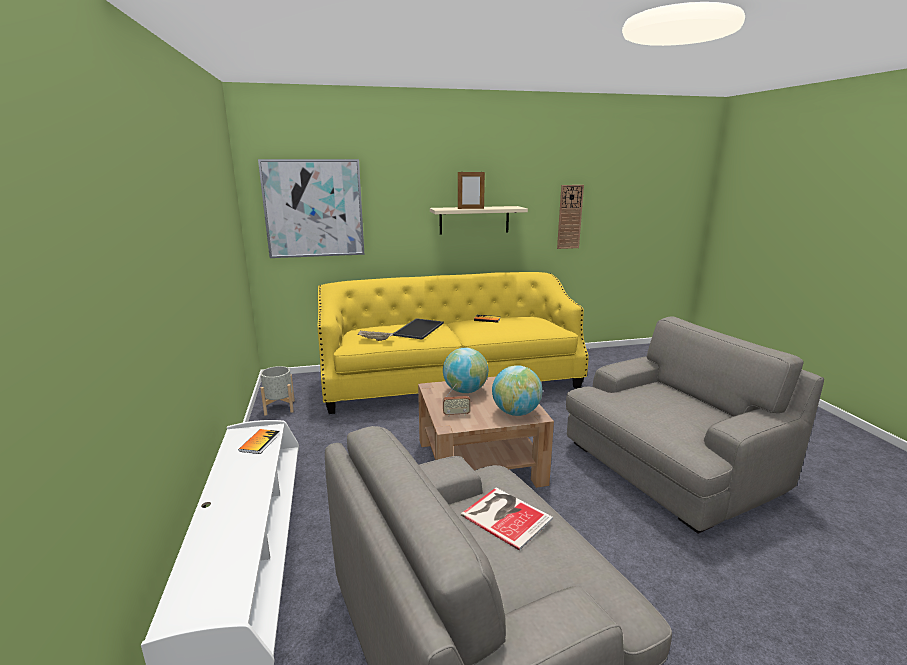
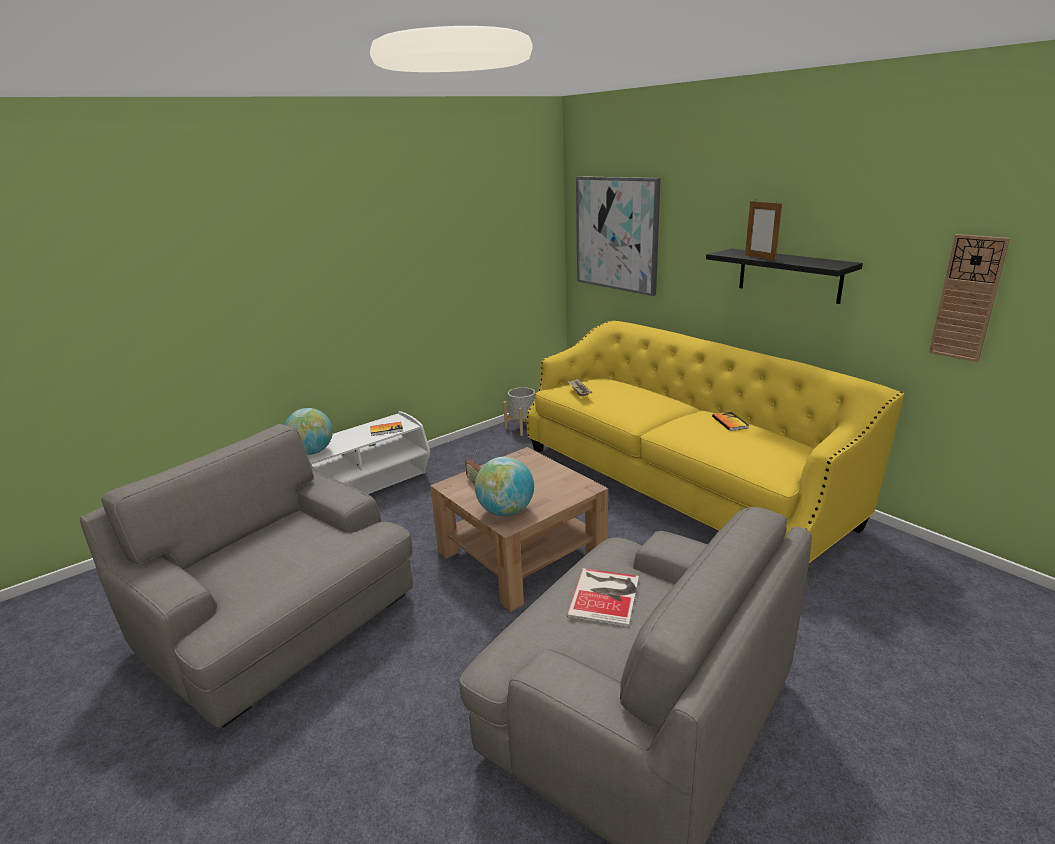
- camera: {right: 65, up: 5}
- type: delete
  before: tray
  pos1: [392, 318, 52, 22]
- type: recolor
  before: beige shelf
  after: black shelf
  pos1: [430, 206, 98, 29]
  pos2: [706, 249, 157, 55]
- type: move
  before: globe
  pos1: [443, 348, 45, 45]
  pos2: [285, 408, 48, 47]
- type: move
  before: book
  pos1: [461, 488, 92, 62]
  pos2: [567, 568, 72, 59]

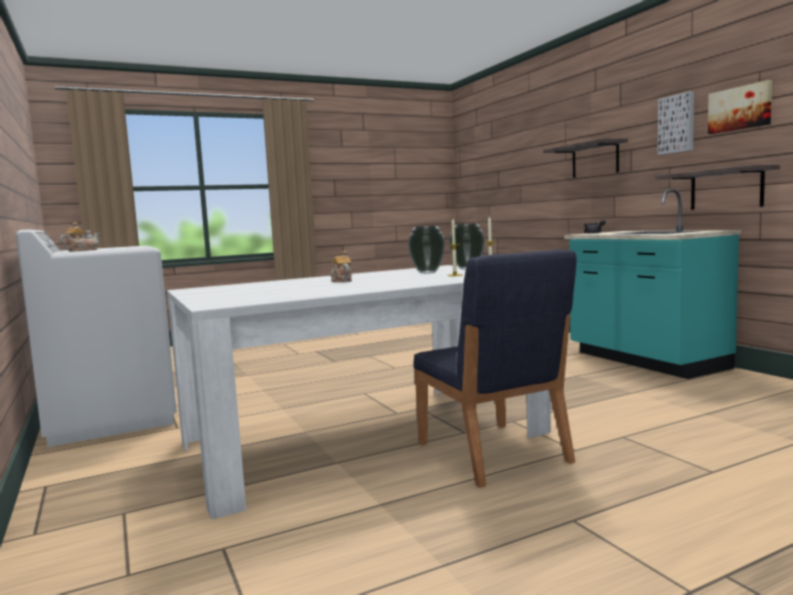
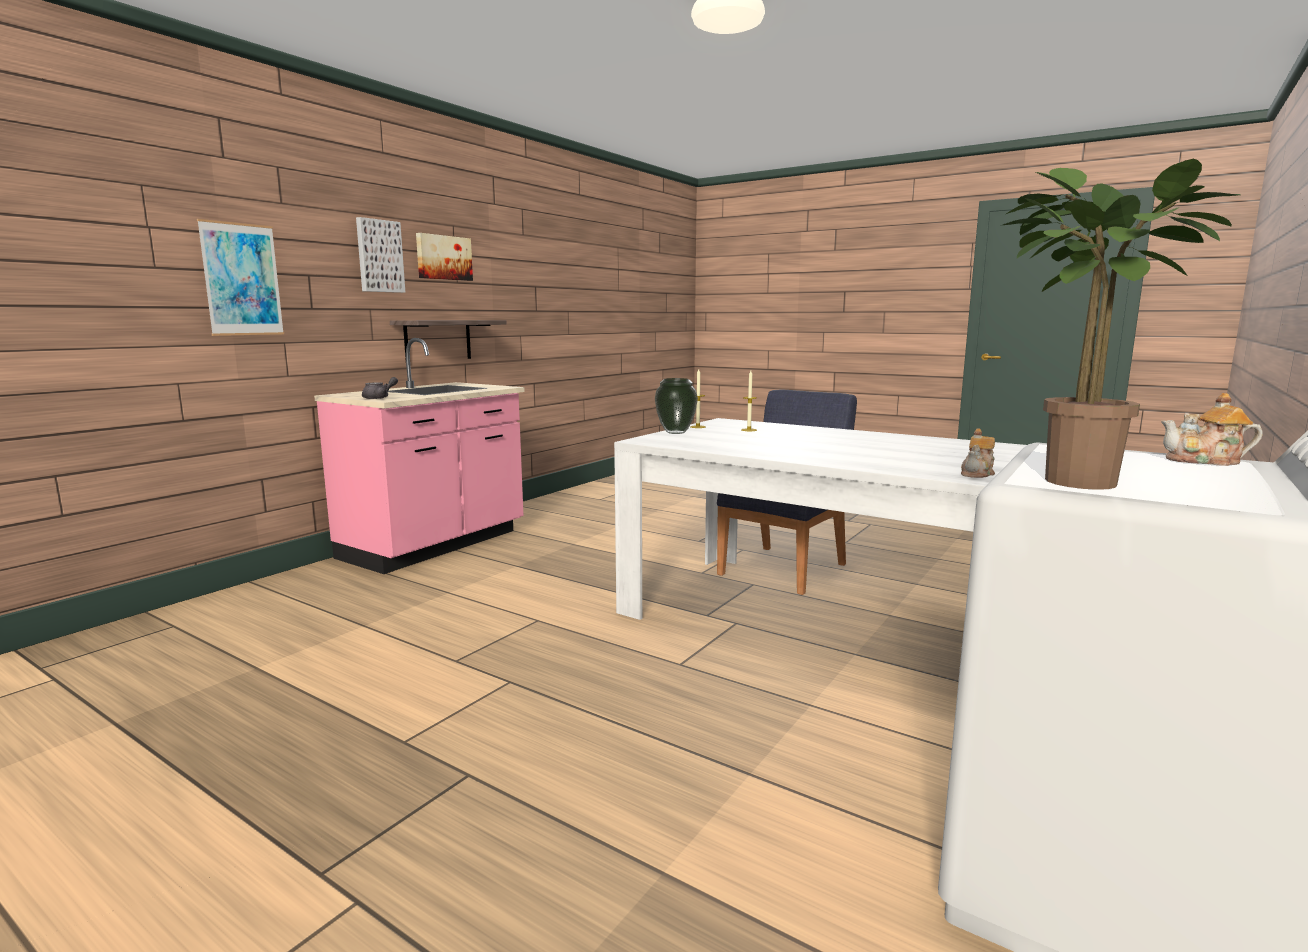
- camera: {right: -120, up: 5}
- type: move
  before: teapot
  pos1: [330, 250, 22, 32]
  pos2: [961, 429, 34, 49]
- type: delete
  before: vase
  pos1: [408, 226, 37, 48]
- type: replace
  before: shelf
  after: picture
  pos1: [543, 138, 85, 40]
  pos2: [197, 219, 87, 117]
- type: recolor
  before: turquoise counter
  after: pink counter
  pos1: [564, 189, 177, 190]
  pos2: [314, 338, 211, 236]
- type: insert
  after: potted plant
  pos2: [1003, 159, 238, 331]

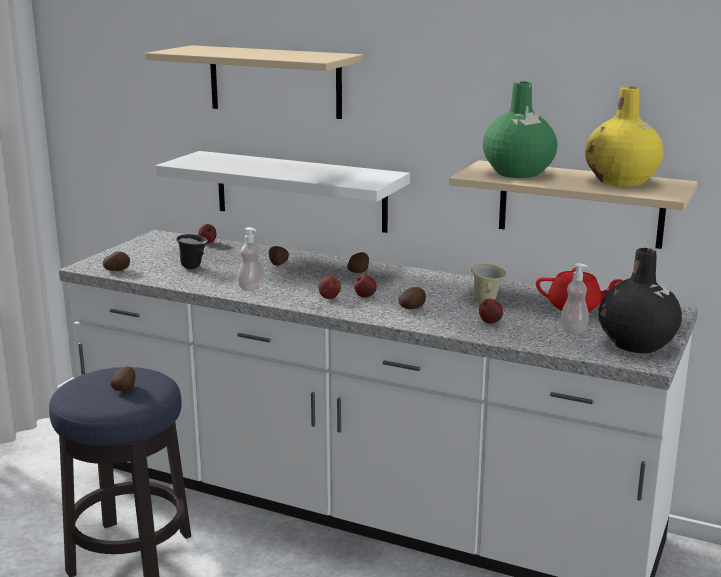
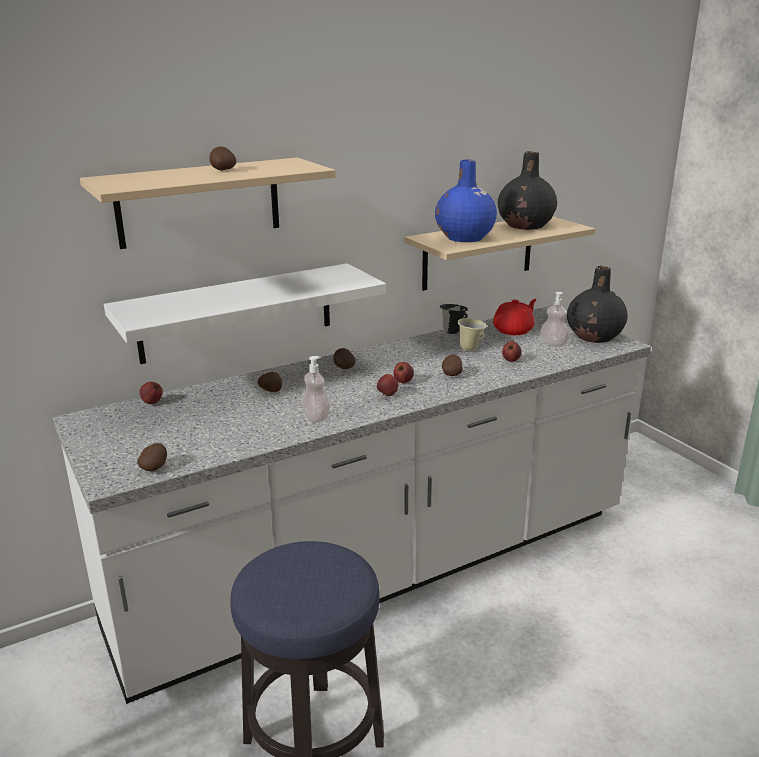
- camera: {right: -55, up: 5}
- type: move
  before: potato
  pos1: [110, 366, 26, 25]
  pos2: [209, 146, 27, 25]
- type: move
  before: black mug
  pos1: [176, 234, 32, 35]
  pos2: [440, 304, 28, 30]
- type: recolor
  before: green vase
  after: blue vase
  pos1: [483, 81, 74, 97]
  pos2: [435, 159, 62, 83]
- type: recolor
  before: yellow vase
  after: black vase
  pos1: [585, 87, 78, 100]
  pos2: [498, 151, 59, 79]

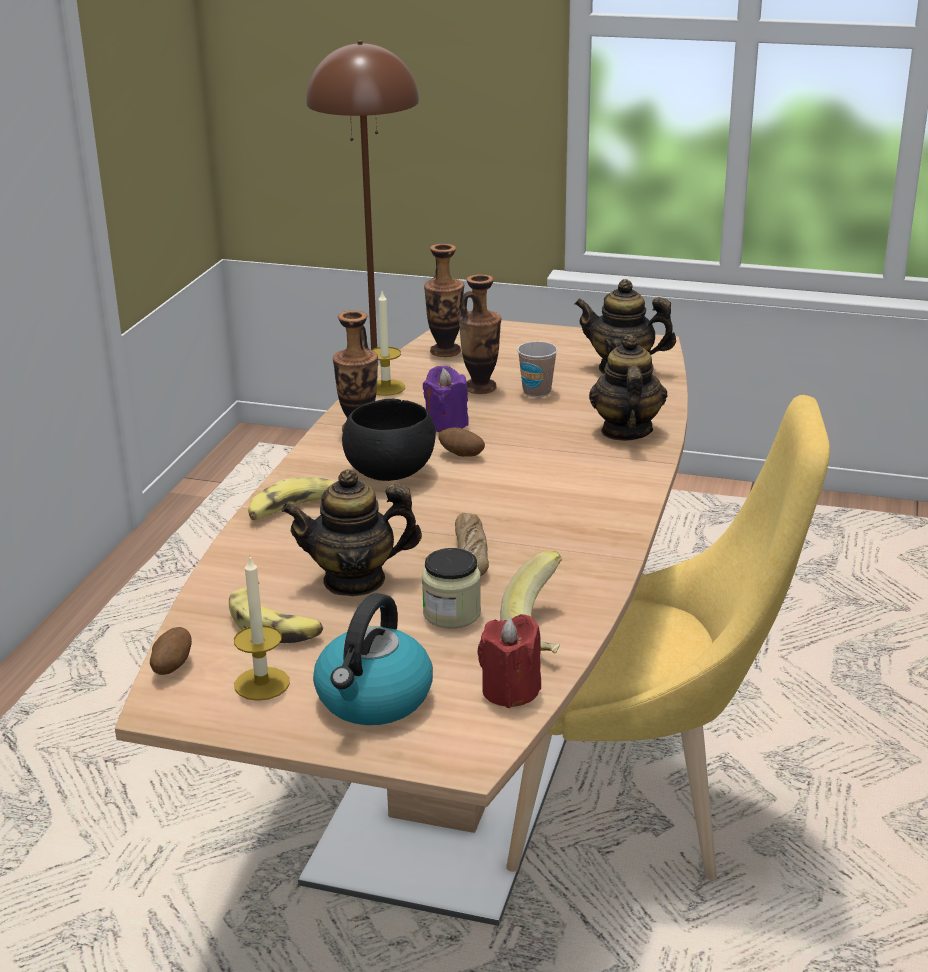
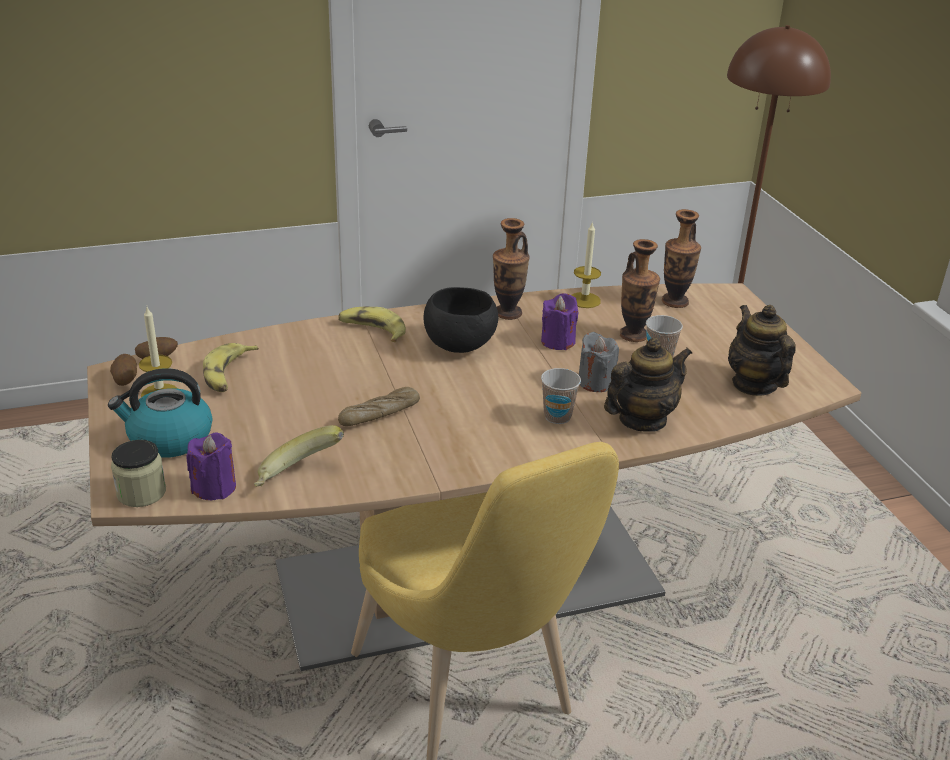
- camera: {right: 55, up: 5}
- type: delete
  before: teapot
  pos1: [281, 469, 141, 127]
- type: move
  before: jar
  pos1: [422, 548, 59, 81]
  pos2: [111, 440, 55, 67]
- type: move
  before: potato
  pos1: [438, 427, 47, 30]
  pos2: [110, 354, 27, 32]
- type: recolor
  before: red candle
  after: purple candle
  pos1: [477, 614, 64, 94]
  pos2: [186, 432, 50, 68]
- type: insert
  after: cup
  pos2: [541, 368, 40, 56]
- type: insert
  after: grey candle
  pos2: [579, 332, 40, 60]

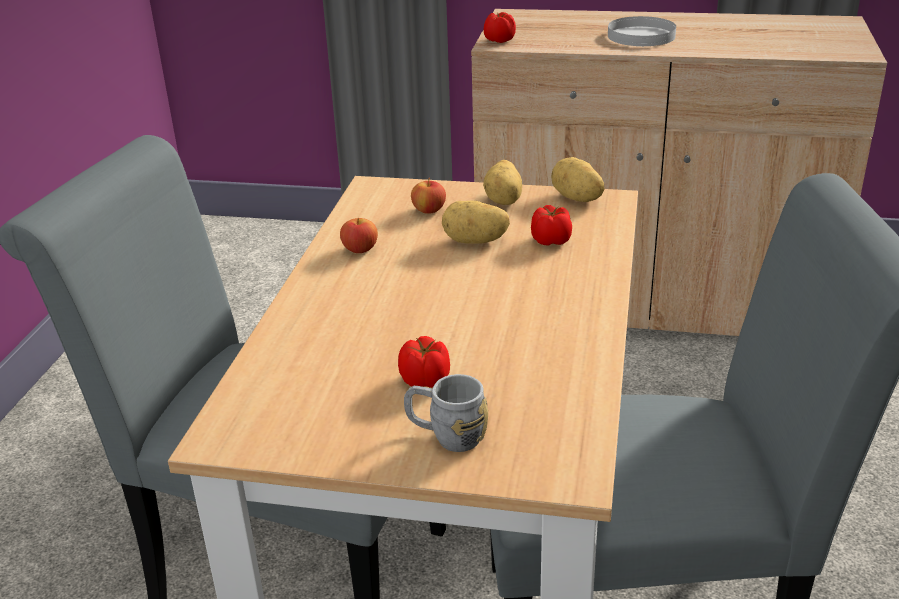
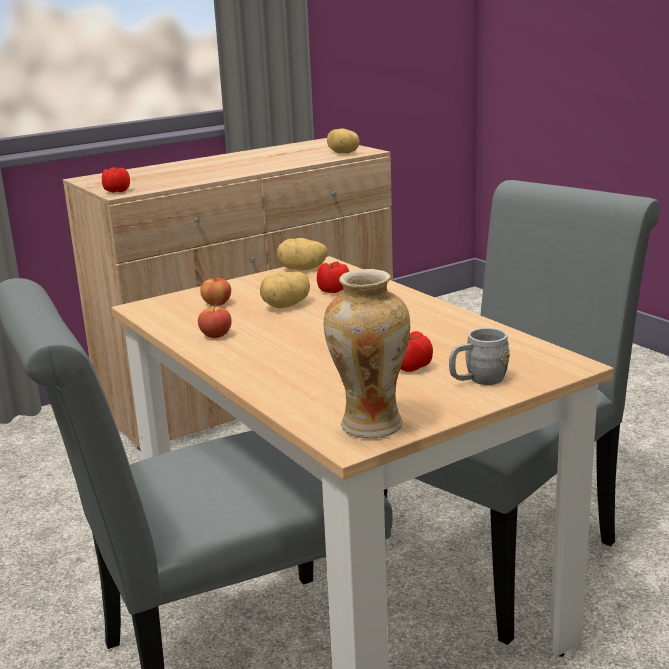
- camera: {right: -45, up: -10}
- type: move
  before: potato
  pos1: [483, 160, 39, 45]
  pos2: [327, 129, 33, 25]
- type: delete
  before: white plate
  pos1: [608, 16, 68, 30]
- type: insert
  after: vase
  pos2: [323, 269, 87, 169]

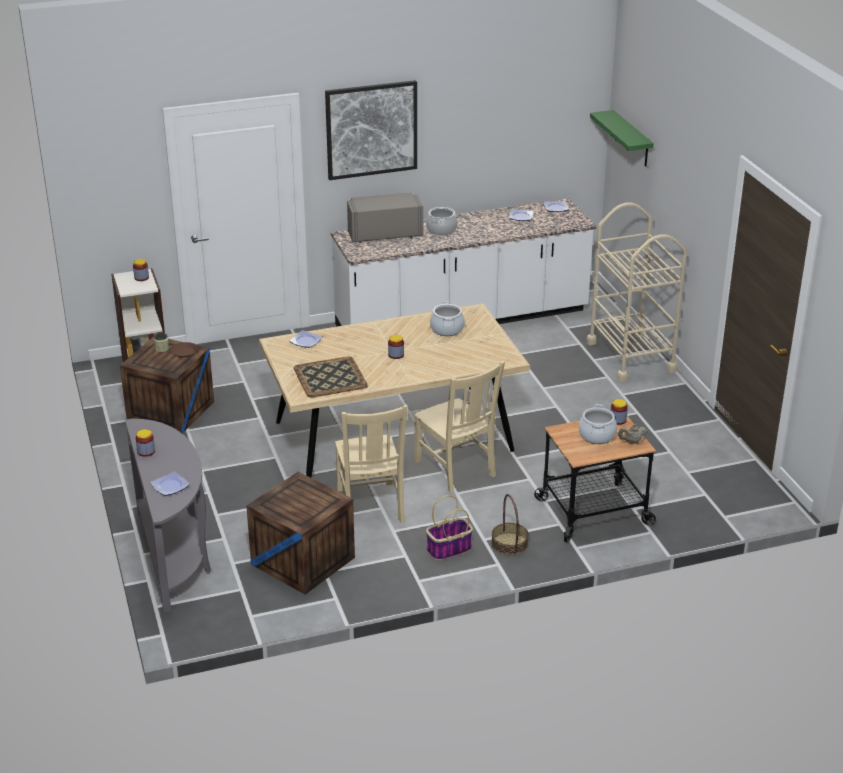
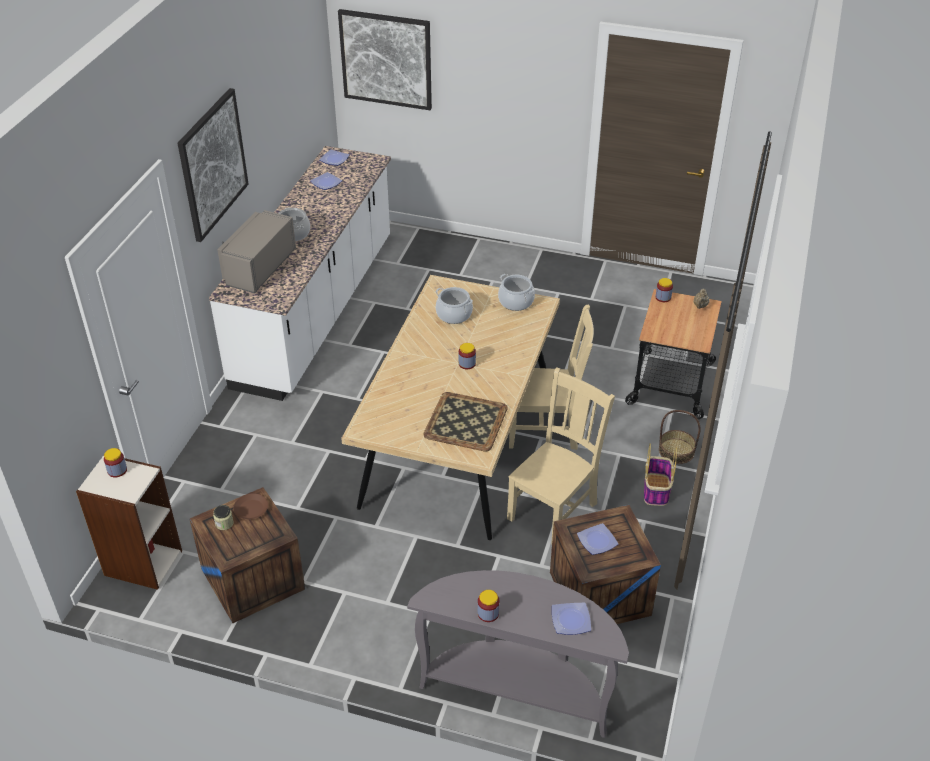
- camera: {right: -55, up: 10}
- type: move
  before: plate
  pos1: [289, 330, 34, 18]
  pos2: [577, 523, 41, 32]
- type: rotate
  before: beige chair
  pos1: [335, 405, 73, 118]
  pos2: [507, 367, 108, 178]
  turn: -75
- type: move
  before: cooking pot
  pos1: [579, 404, 38, 40]
  pos2: [498, 274, 37, 37]
- type: delete
  before: beige cart
  pos1: [587, 203, 100, 179]
- type: replace
  before: green shelf
  after: picture
  pos1: [590, 110, 64, 56]
  pos2: [338, 9, 94, 101]

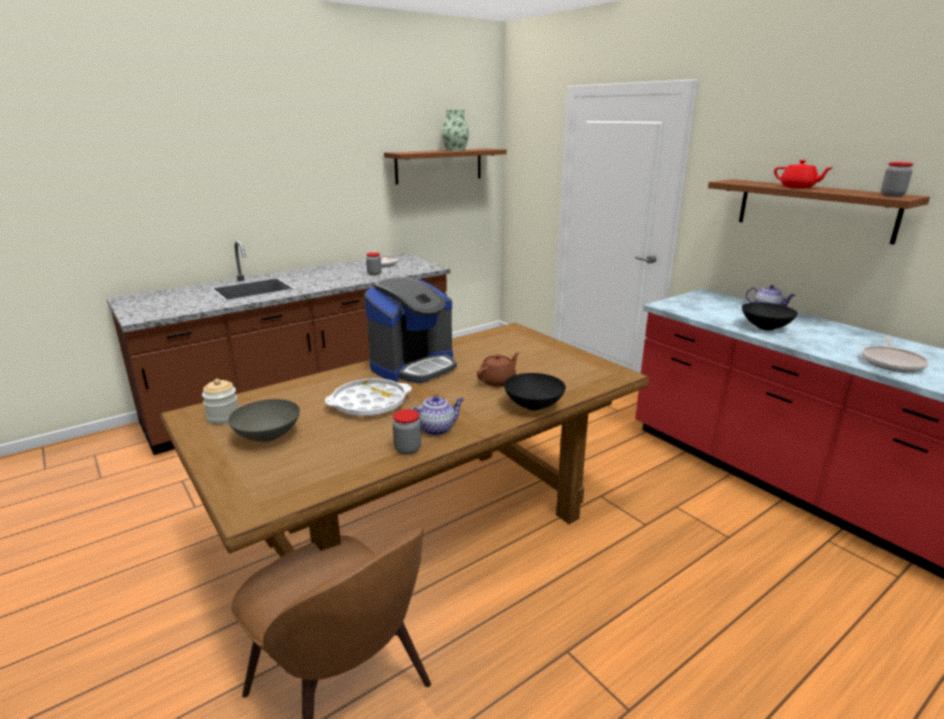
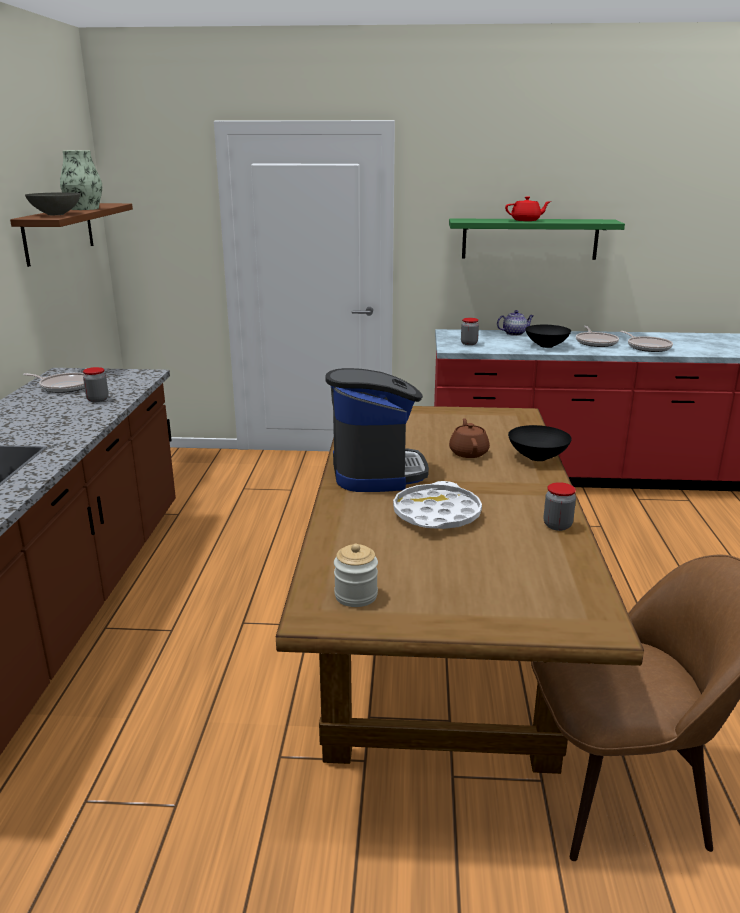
- camera: {right: -50, up: 0}
- type: move
  before: grey bowl
  pos1: [228, 399, 72, 43]
  pos2: [25, 192, 55, 23]
- type: delete
  before: teapot
  pos1: [411, 396, 53, 40]
- type: recolor
  before: brown shelf
  after: green shelf
  pos1: [708, 179, 222, 66]
  pos2: [449, 218, 176, 42]
- type: move
  before: jar
  pos1: [881, 162, 32, 35]
  pos2: [461, 318, 18, 27]
- type: insert
  after: frying pan
  pos2: [576, 326, 43, 21]

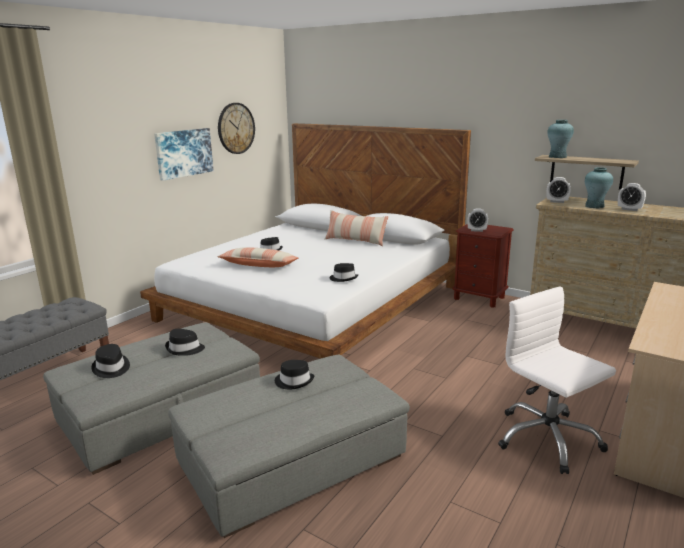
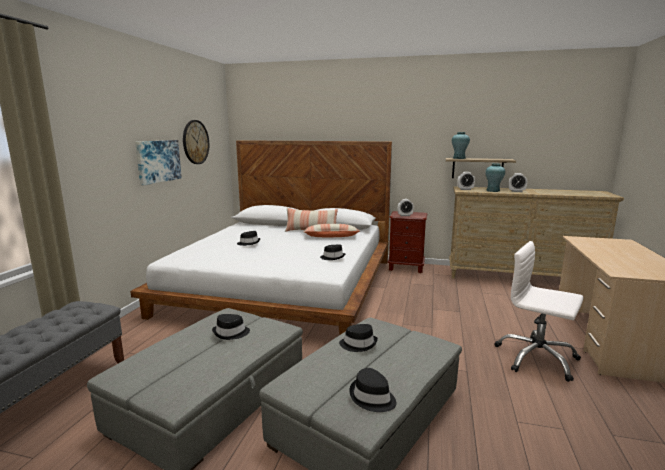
- camera: {right: -20, up: -5}
- type: move
  before: black hat
  pos1: [91, 344, 39, 34]
  pos2: [349, 368, 48, 44]
- type: move
  before: pillow
  pos1: [217, 247, 81, 20]
  pos2: [304, 224, 56, 13]

